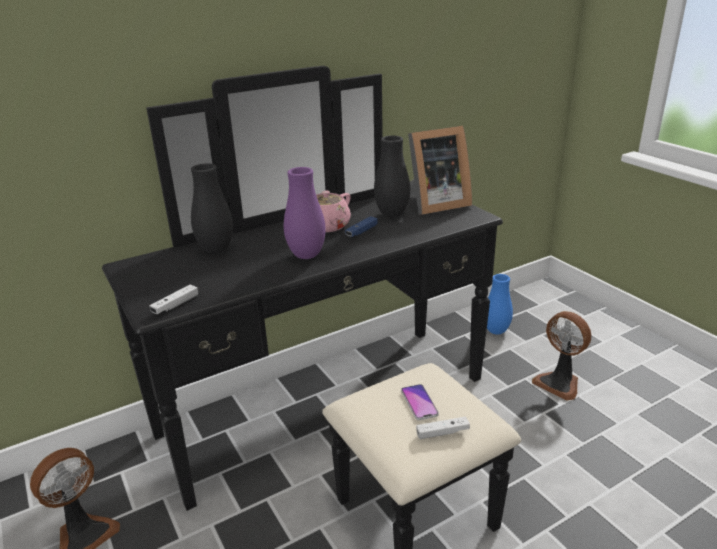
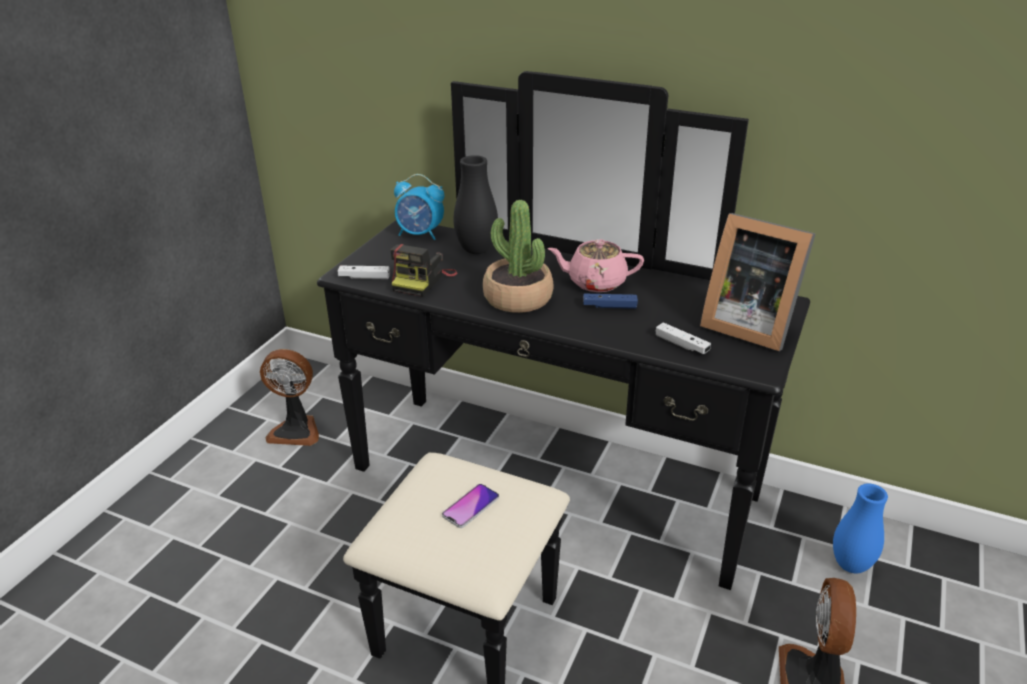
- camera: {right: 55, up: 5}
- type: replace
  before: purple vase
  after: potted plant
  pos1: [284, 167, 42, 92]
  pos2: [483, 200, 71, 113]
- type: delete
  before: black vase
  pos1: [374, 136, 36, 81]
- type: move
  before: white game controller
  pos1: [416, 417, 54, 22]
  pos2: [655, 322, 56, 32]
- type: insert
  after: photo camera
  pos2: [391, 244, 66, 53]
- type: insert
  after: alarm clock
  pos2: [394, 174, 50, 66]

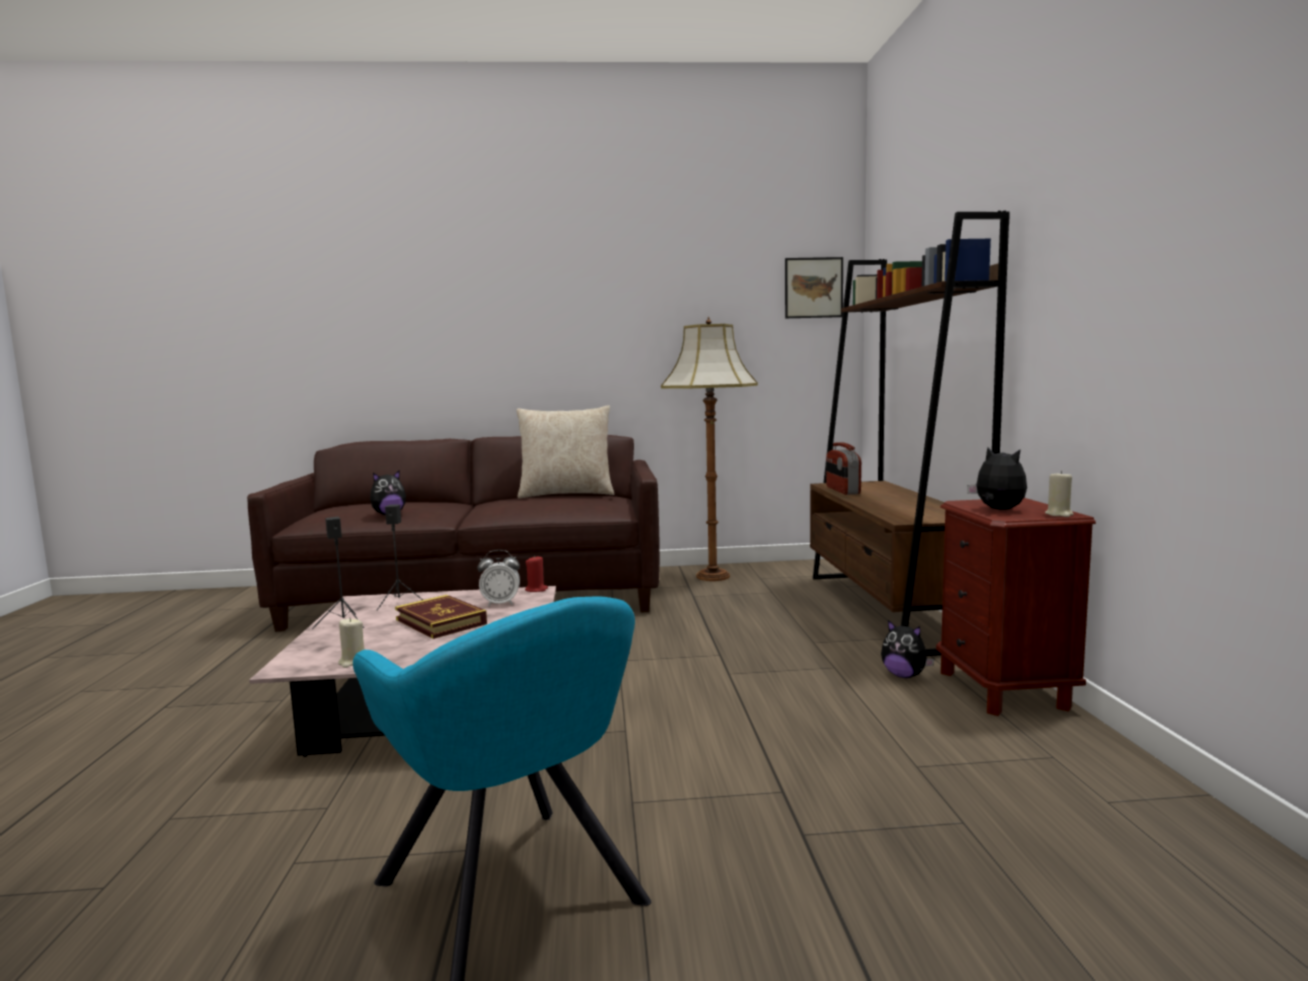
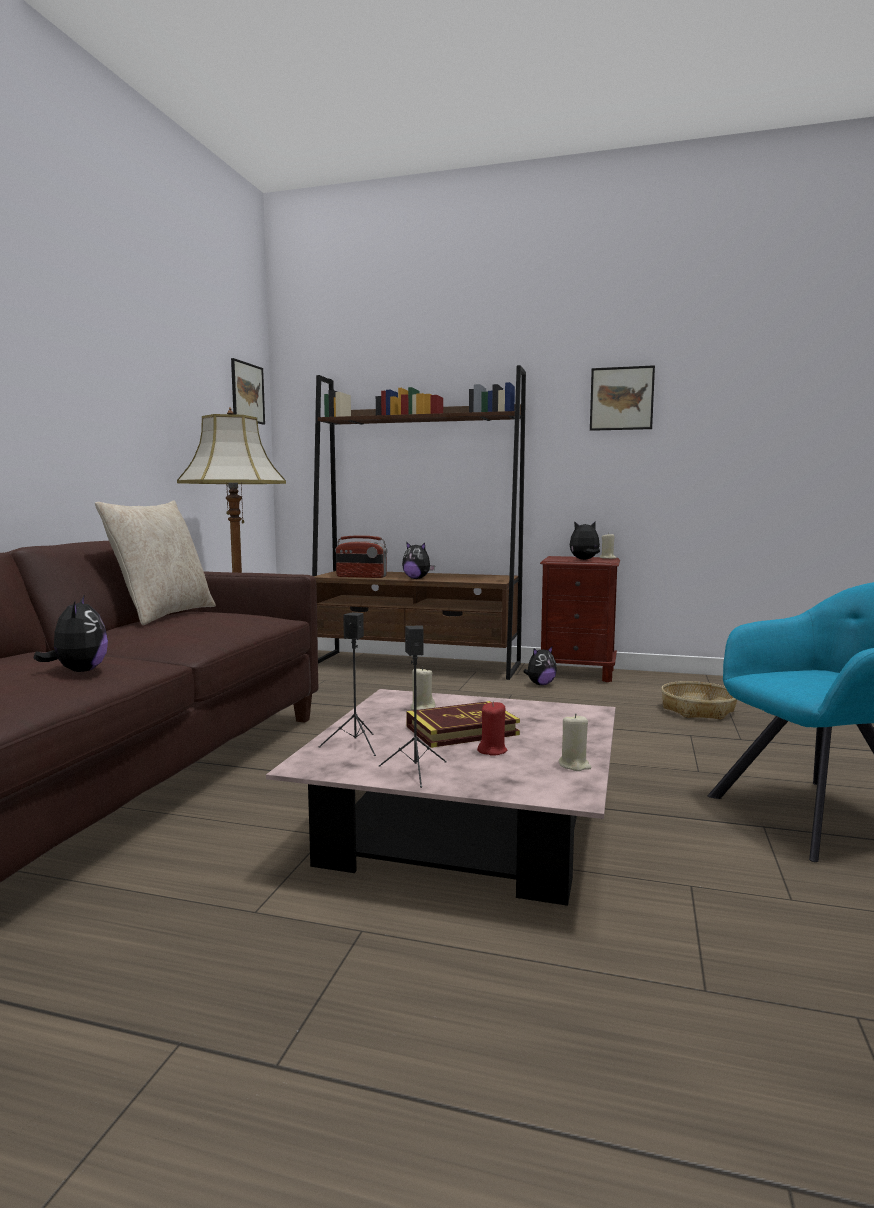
- camera: {right: -70, up: 0}
- type: replace
  before: alarm clock
  after: beige candle
  pos1: [478, 550, 42, 57]
  pos2: [411, 667, 24, 43]
- type: move
  before: red candle
  pos1: [525, 555, 23, 37]
  pos2: [477, 701, 30, 55]
- type: insert
  after: plush toy
  pos2: [402, 542, 33, 37]
- type: insert
  after: picture
  pos2: [590, 365, 65, 66]
- type: insert
  after: basket
  pos2: [661, 681, 76, 39]

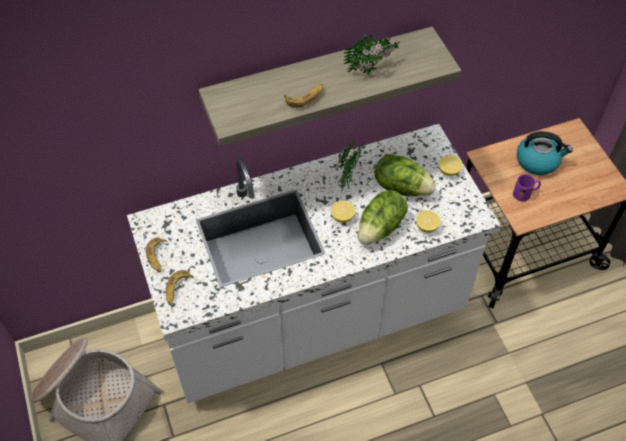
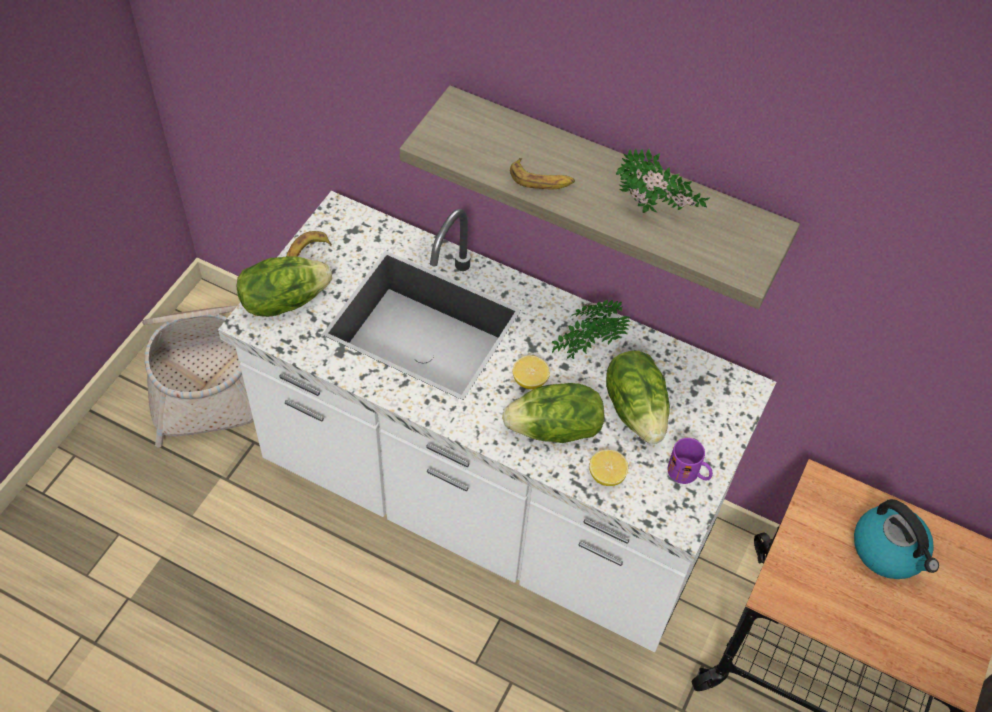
- camera: {right: 45, up: 0}
- type: replace
  before: banana
  after: lettuce
  pos1: [166, 270, 28, 36]
  pos2: [236, 256, 96, 61]
- type: delete
  before: lemon
  pos1: [439, 155, 23, 21]
- type: move
  before: purple mug
  pos1: [513, 174, 28, 27]
  pos2: [667, 438, 46, 46]

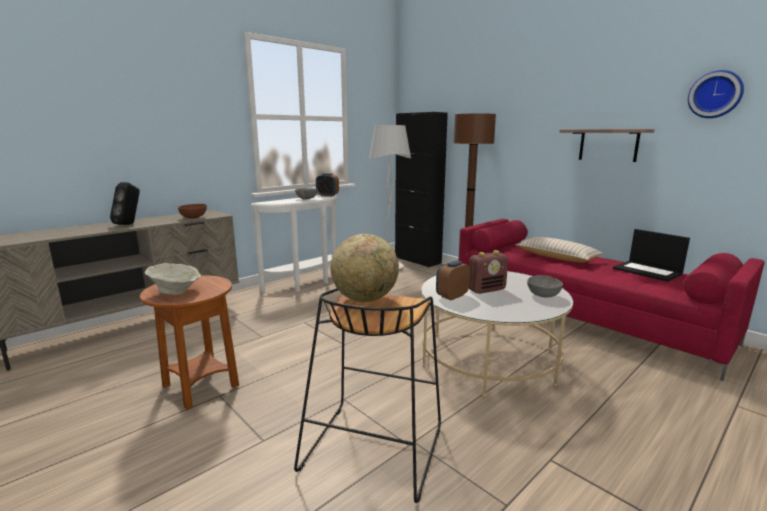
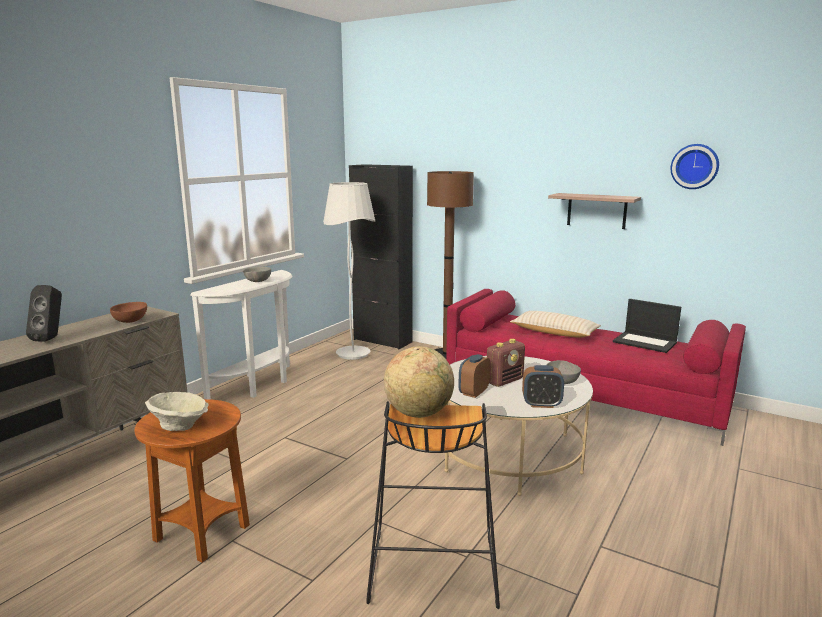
- camera: {right: -15, up: 0}
- type: move
  before: alarm clock
  pos1: [316, 173, 23, 24]
  pos2: [522, 365, 42, 43]

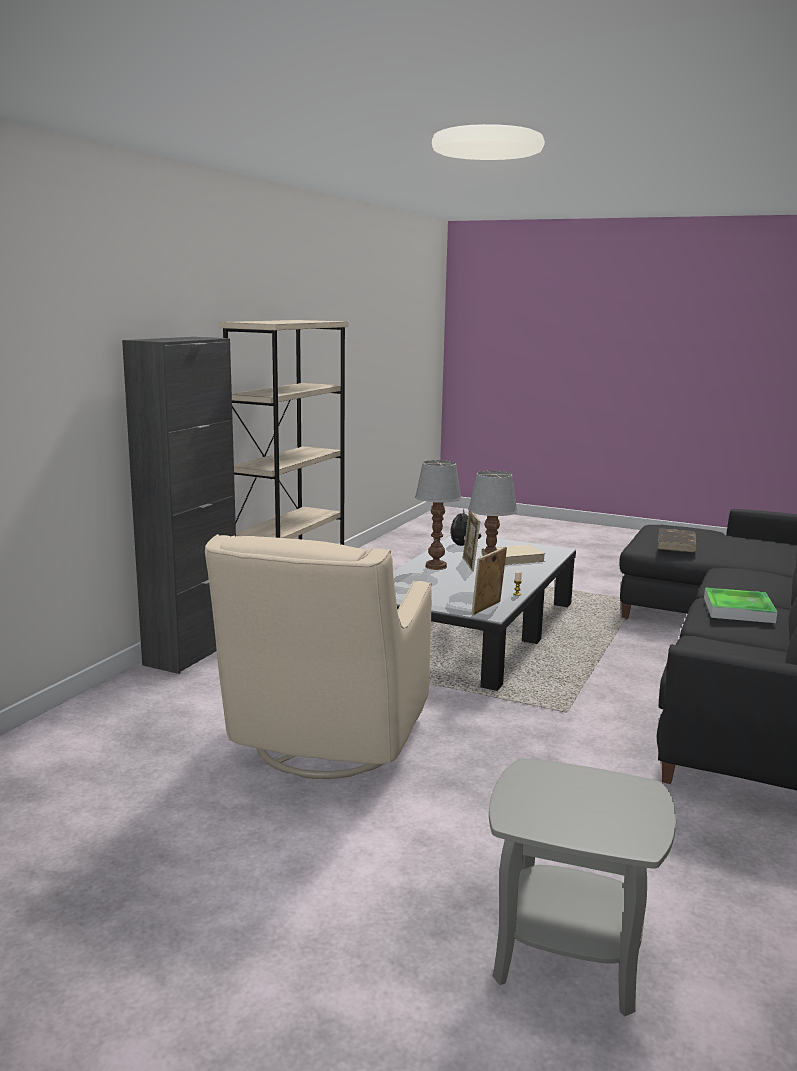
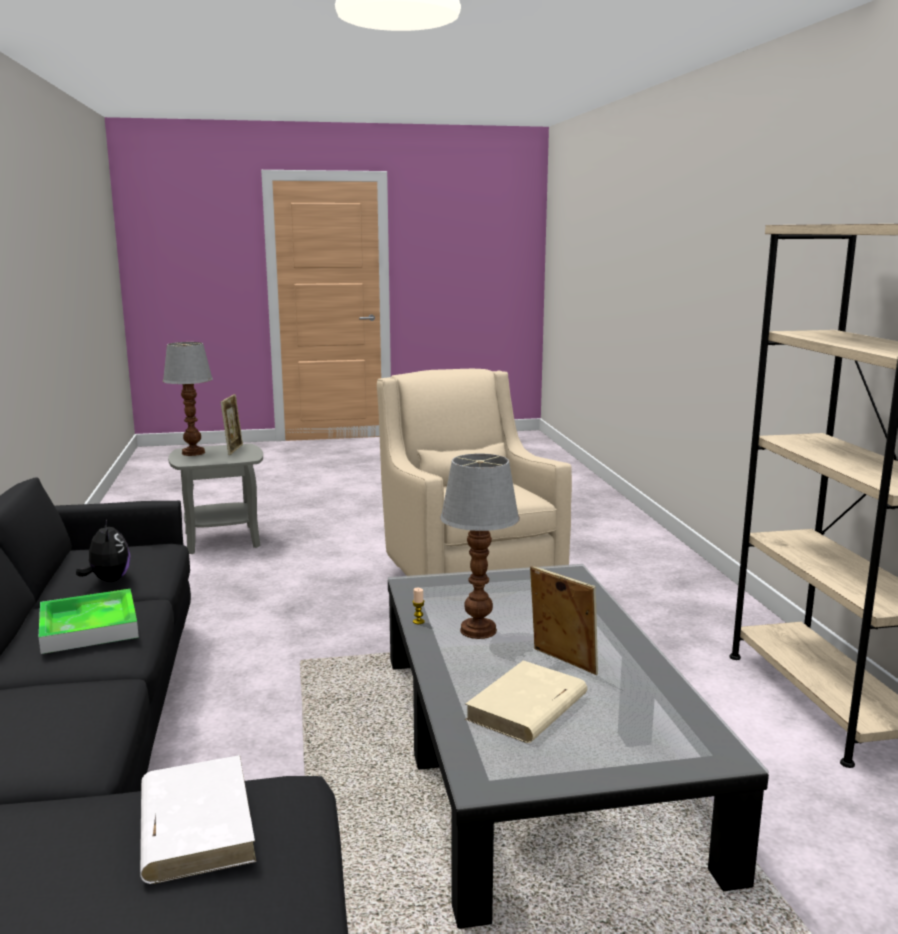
- camera: {right: 145, up: 0}
- type: delete
  before: black cabinet
  pos1: [122, 337, 114, 337]
- type: move
  before: table lamp
  pos1: [415, 460, 47, 110]
  pos2: [163, 342, 50, 114]
- type: move
  before: plush toy
  pos1: [450, 509, 31, 37]
  pos2: [76, 519, 54, 63]
- type: move
  before: picture frame
  pos1: [471, 547, 36, 68]
  pos2: [221, 394, 22, 61]
- type: recolor
  before: brown book
  after: white book
  pos1: [658, 528, 39, 24]
  pos2: [140, 755, 116, 129]

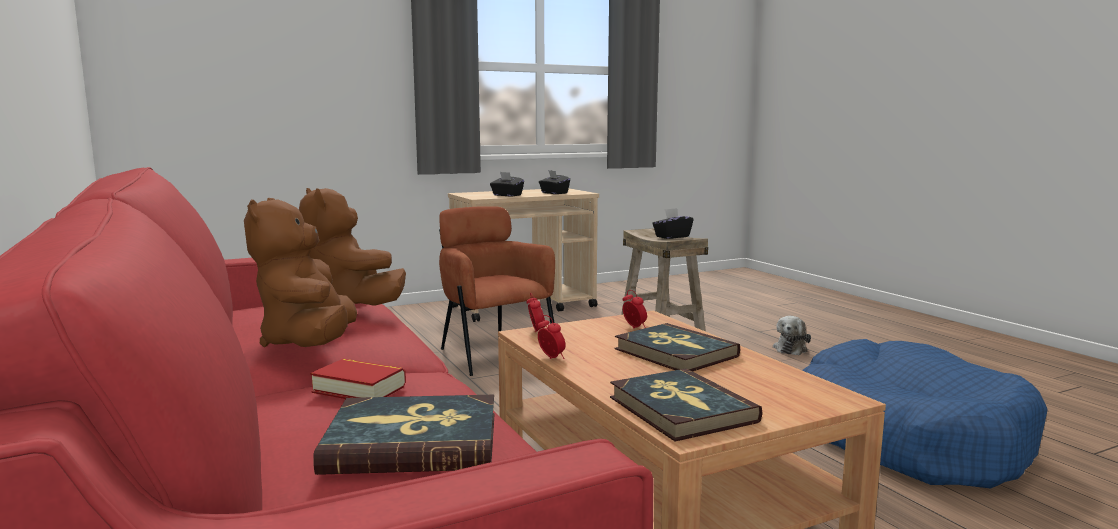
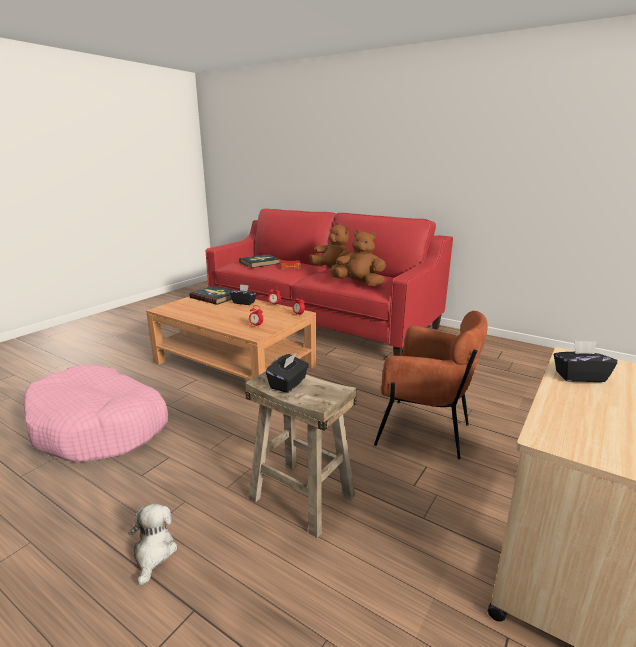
- camera: {right: 150, up: 10}
- type: move
  before: black tissue box
  pos1: [539, 170, 31, 24]
  pos2: [230, 284, 27, 21]
- type: delete
  before: book
  pos1: [615, 323, 125, 48]
- type: recolor
  before: blue dog bed
  after: pink dog bed
  pos1: [802, 339, 246, 149]
  pos2: [24, 365, 144, 98]

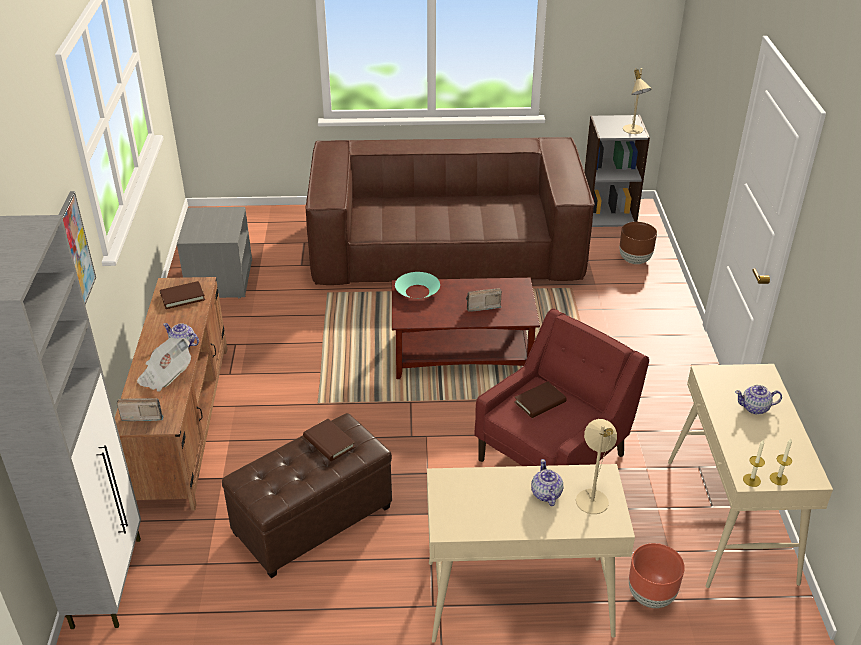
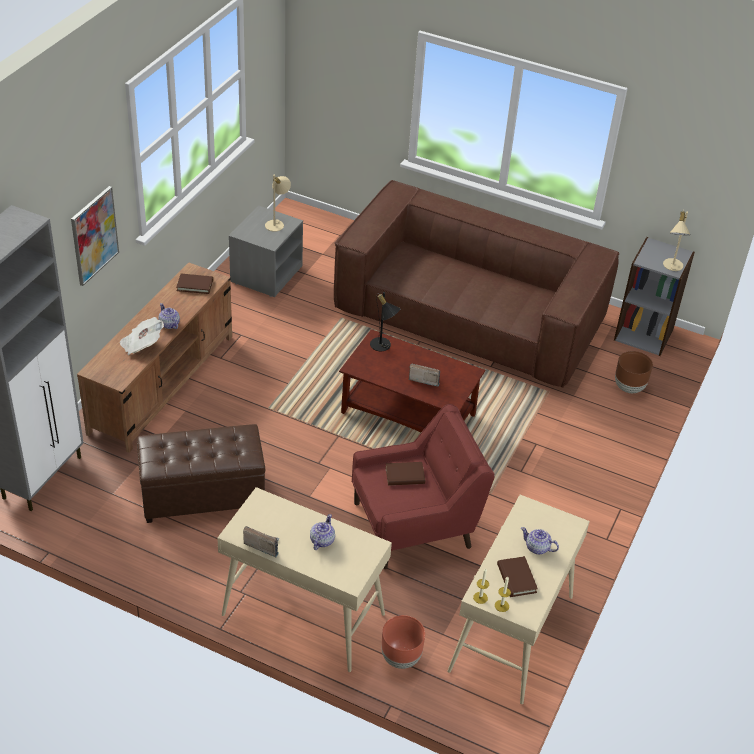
- camera: {right: 25, up: 5}
- type: move
  before: radio
  pos1: [117, 398, 47, 23]
  pos2: [243, 526, 36, 31]
- type: move
  before: brown book
  pos1: [303, 419, 52, 42]
  pos2: [497, 556, 41, 41]
- type: replace
  before: turquoise bowl
  after: black table lamp
  pos1: [395, 272, 45, 27]
  pos2: [370, 292, 30, 59]
- type: move
  before: beige table lamp
  pos1: [576, 419, 41, 95]
  pos2: [265, 175, 26, 57]

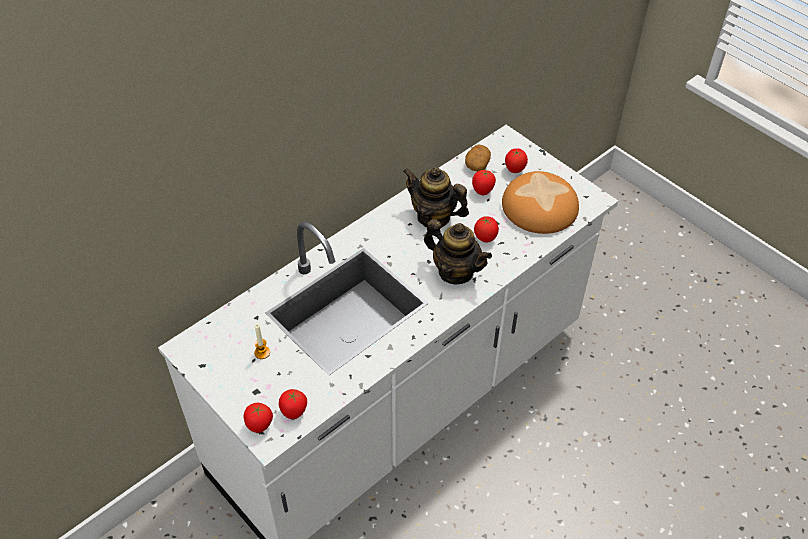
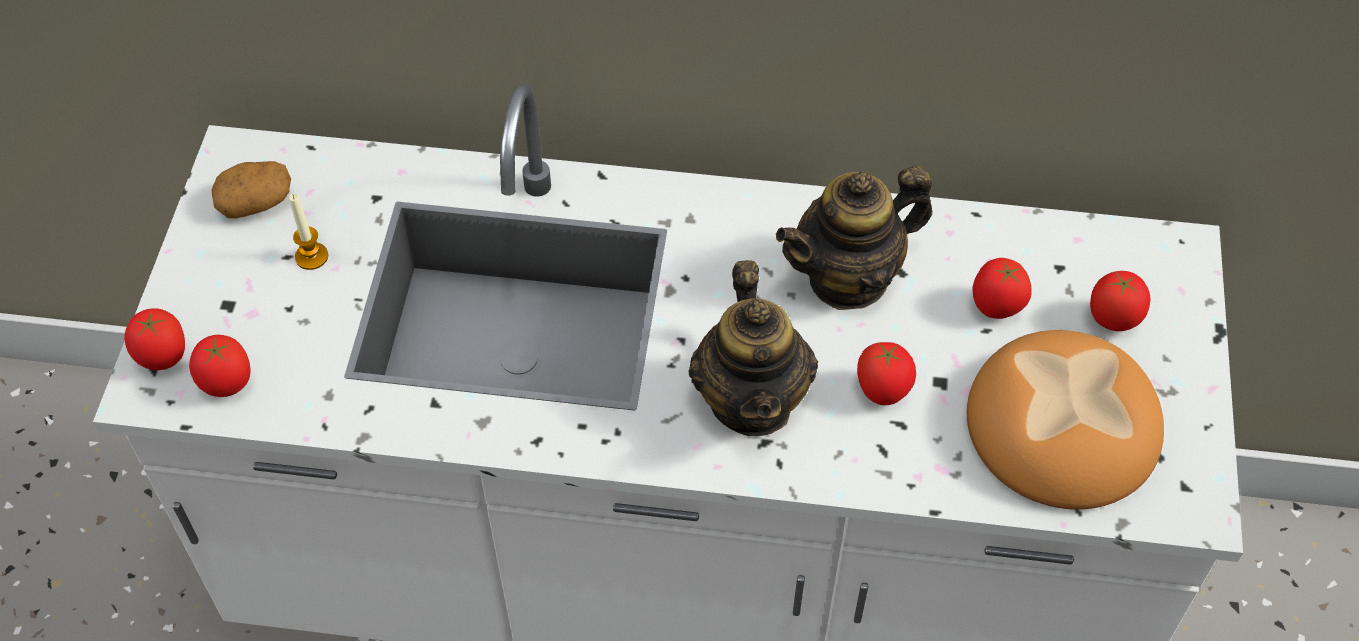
- camera: {right: 50, up: 5}
- type: rotate
  before: teapot
  pos1: [403, 167, 66, 61]
  pos2: [776, 166, 156, 144]
  turn: -105
- type: move
  before: potato
  pos1: [465, 145, 26, 27]
  pos2: [211, 161, 80, 57]

